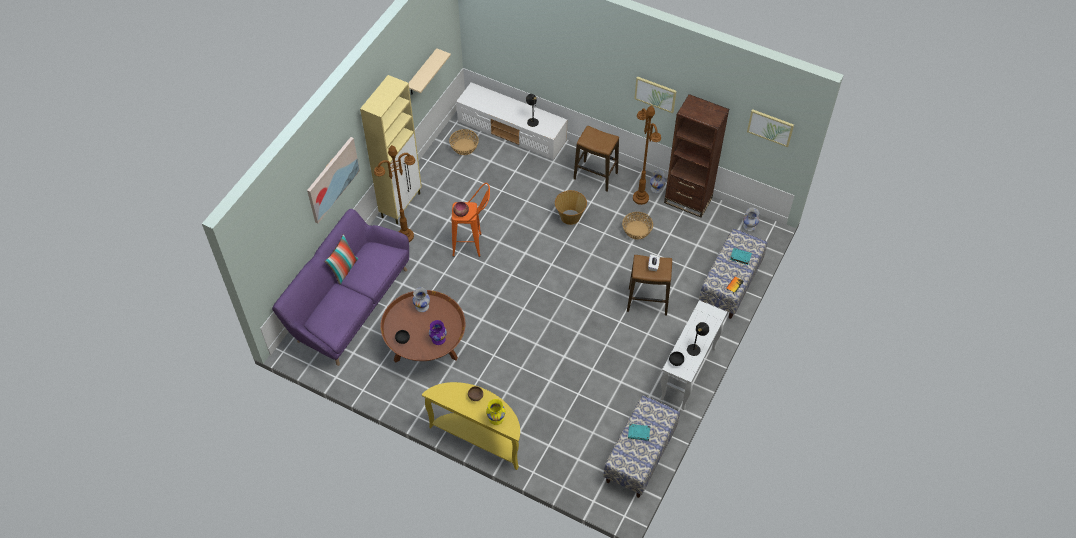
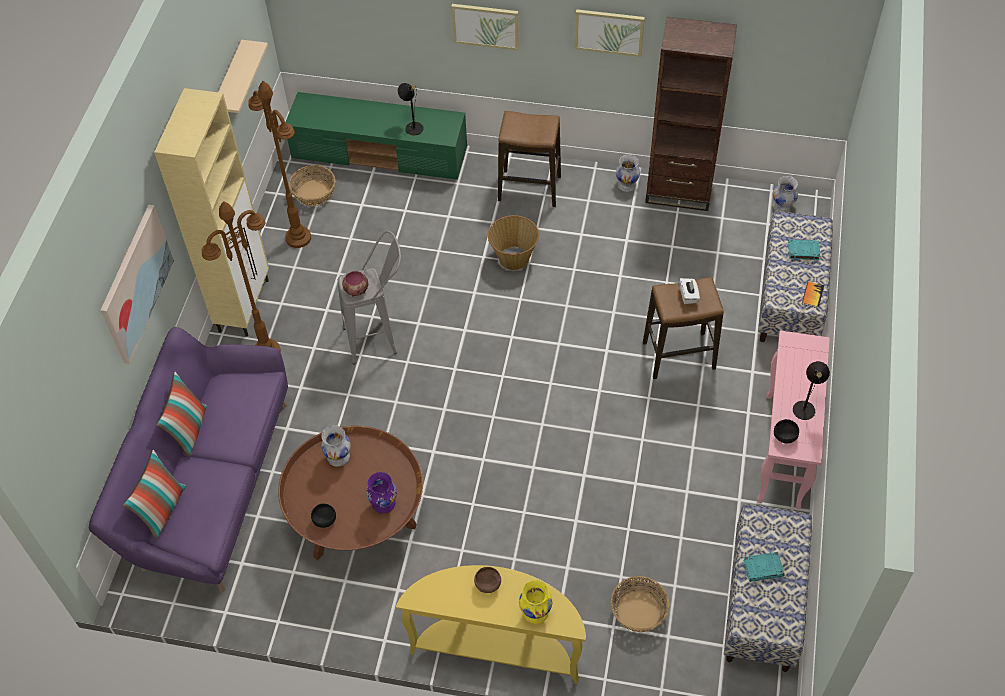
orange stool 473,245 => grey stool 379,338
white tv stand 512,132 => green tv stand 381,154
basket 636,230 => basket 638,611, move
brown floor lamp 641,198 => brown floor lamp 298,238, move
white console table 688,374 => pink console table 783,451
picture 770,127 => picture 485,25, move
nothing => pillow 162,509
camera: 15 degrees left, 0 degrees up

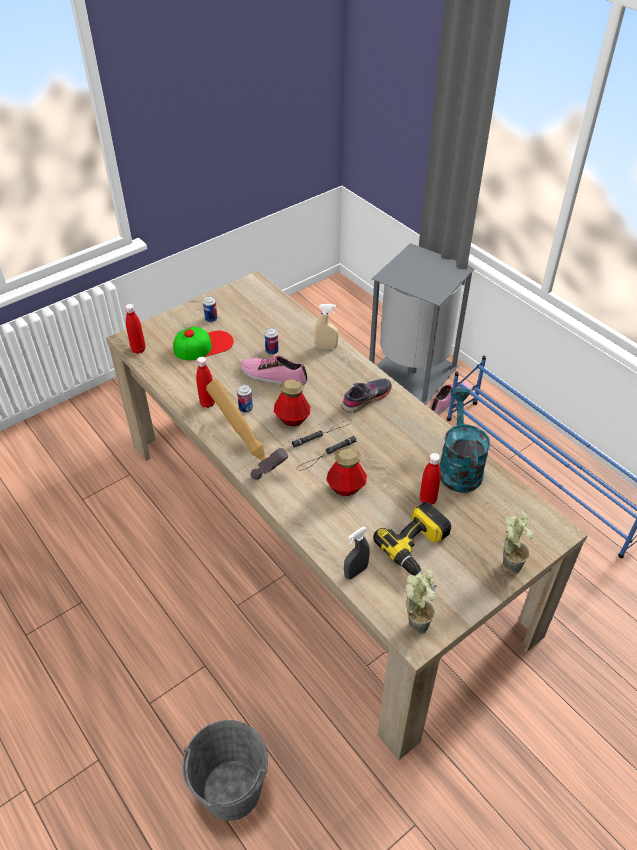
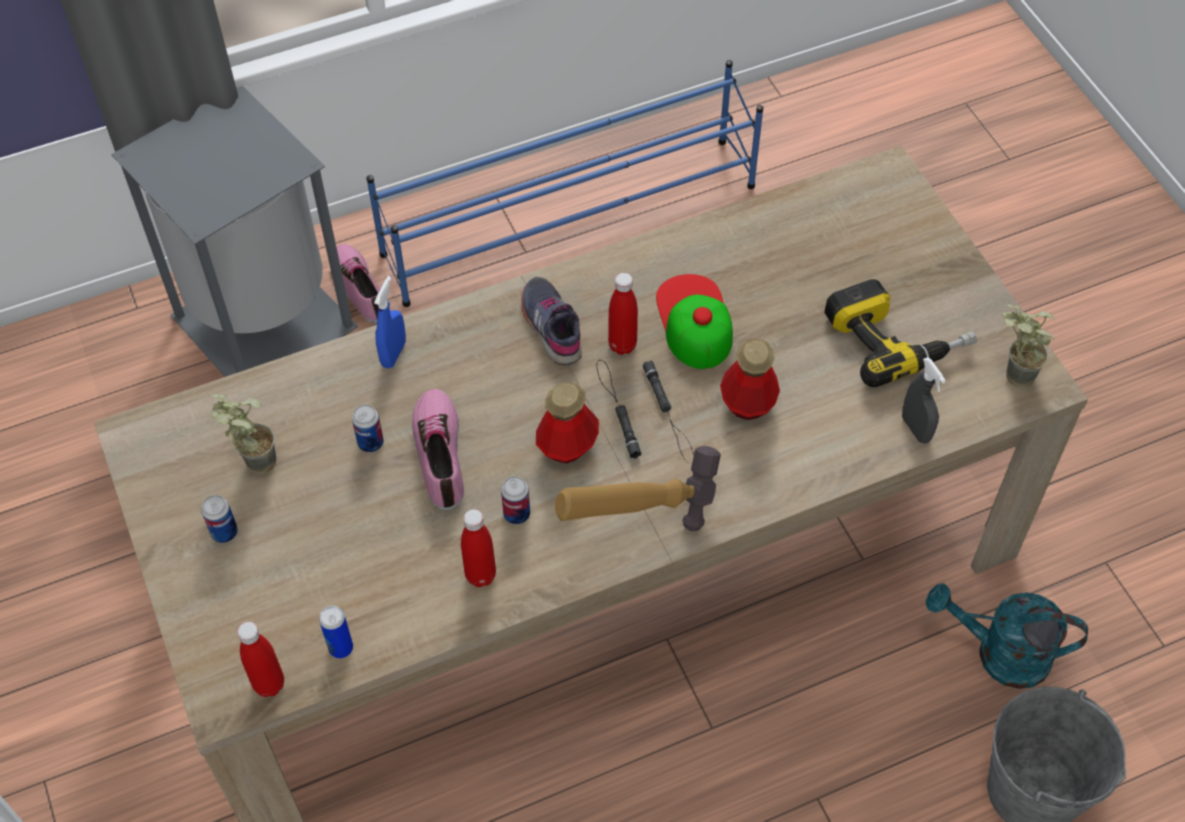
cap 203,345 => cap 694,321, move
shoe 273,375 => shoe 441,453, 135 degrees clockwise
beige spray bottle 326,347 => blue spray bottle 393,354
red bottle 427,500 => red bottle 622,345, move
turquoise watering can 458,466 => turquoise watering can 999,654, move
potted plant 508,562 => potted plant 252,463, move
nothing => can 341,648
camera: 75 degrees left, 10 degrees up

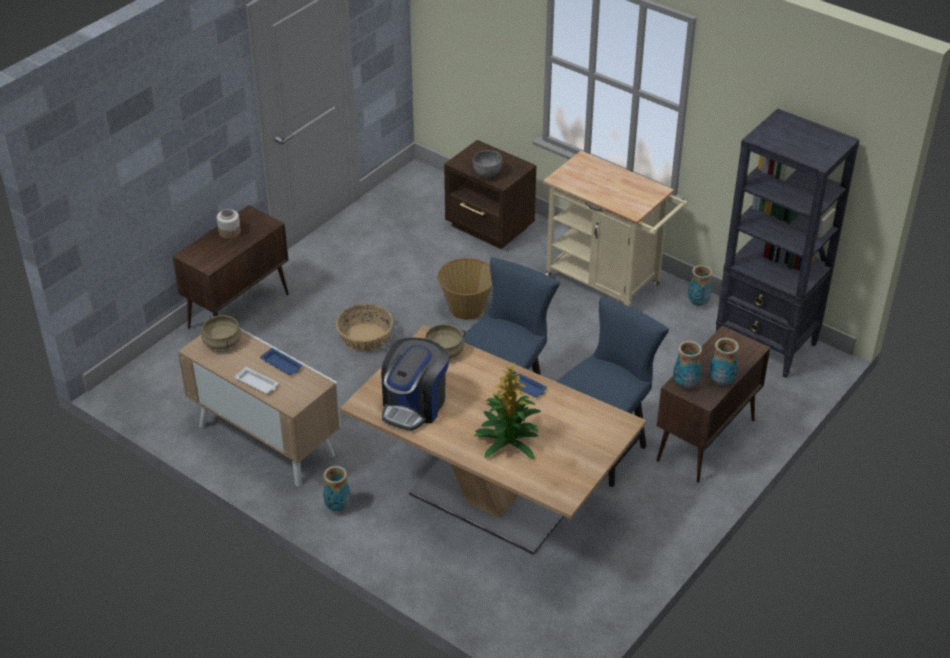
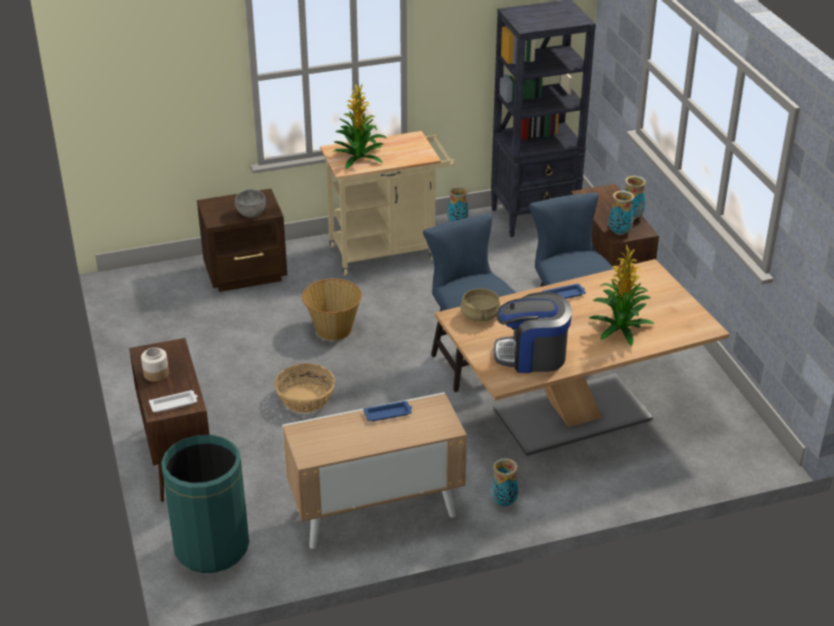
beige cooking pot 222,342 => nothing
white tray 257,383 => white tray 174,404, move
coffee machine 414,405 => coffee machine 532,356, 120 degrees clockwise
nothing => green trash can 211,547
nothing => potted plant 360,157
camera: 55 degrees left, 5 degrees down

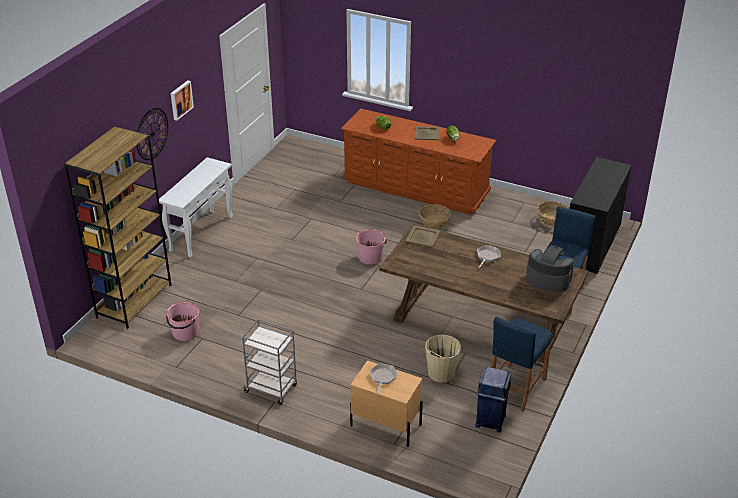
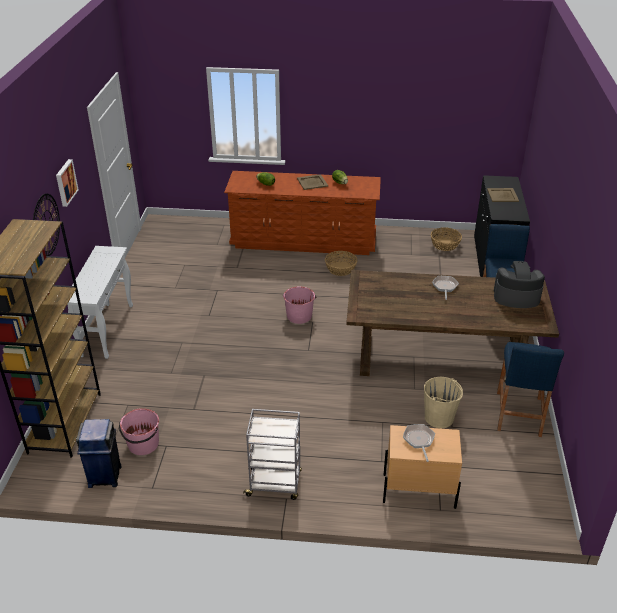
beige tray 422,237 => beige tray 502,195, move
blue trash can 490,420 => blue trash can 105,475, move
camera: 20 degrees left, 0 degrees up

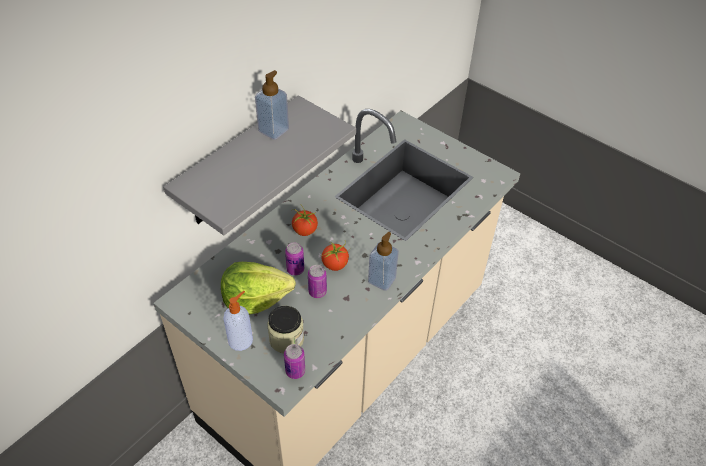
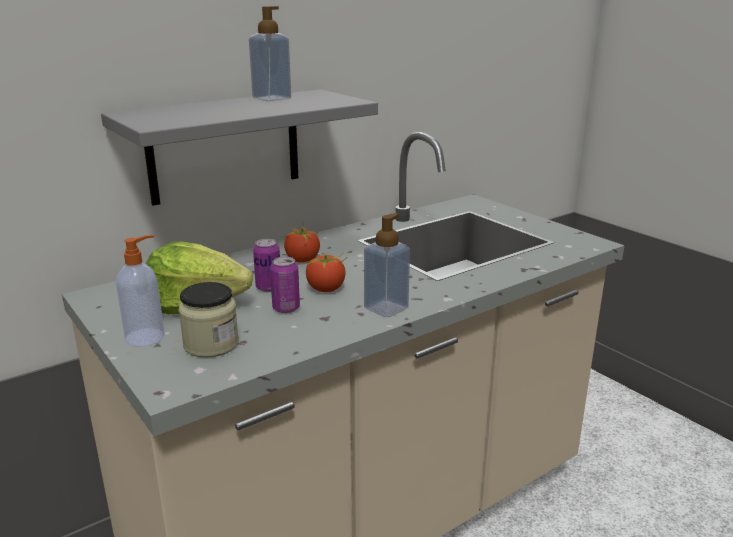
can 295,371 => nothing
camera: 15 degrees right, 25 degrees down

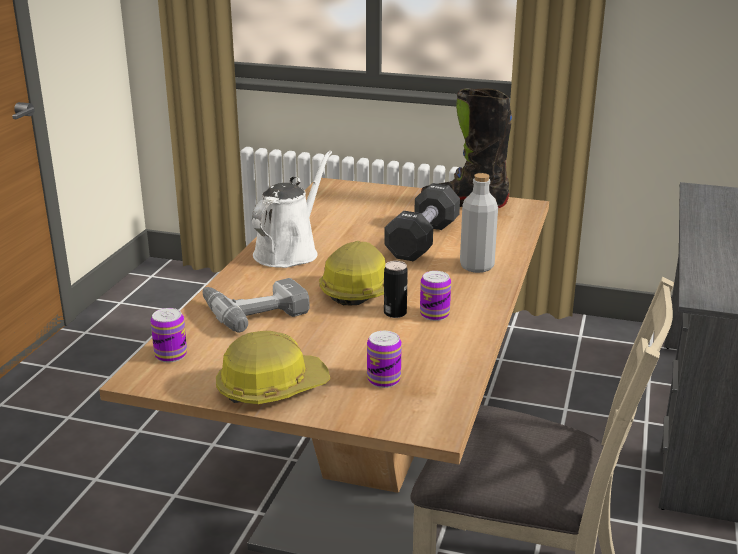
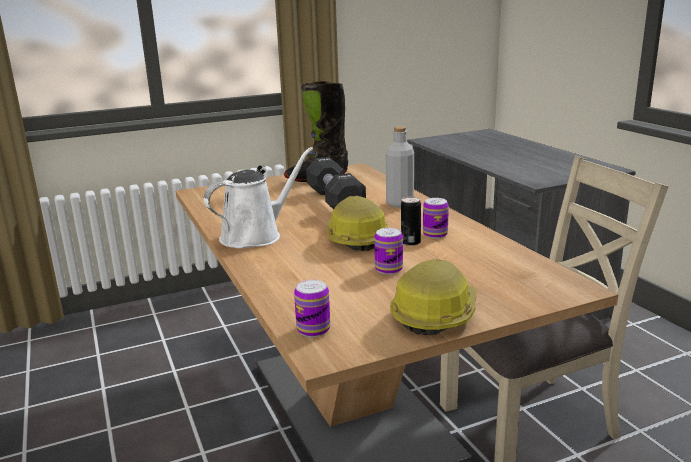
power drill 253,309 => nothing
white watering can 289,252 => white watering can 256,235, 60 degrees clockwise
can 384,380 => can 388,269, move
camera: 40 degrees left, 5 degrees down

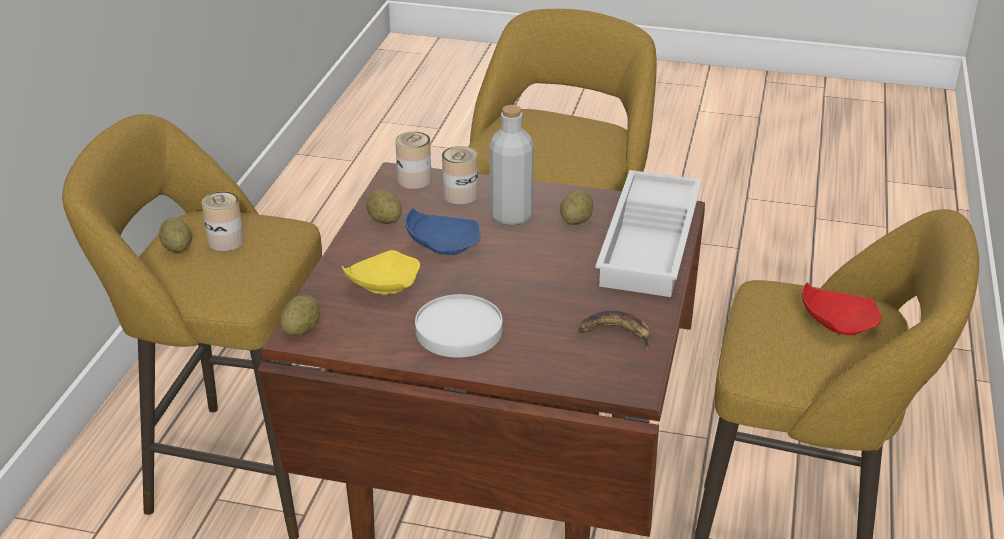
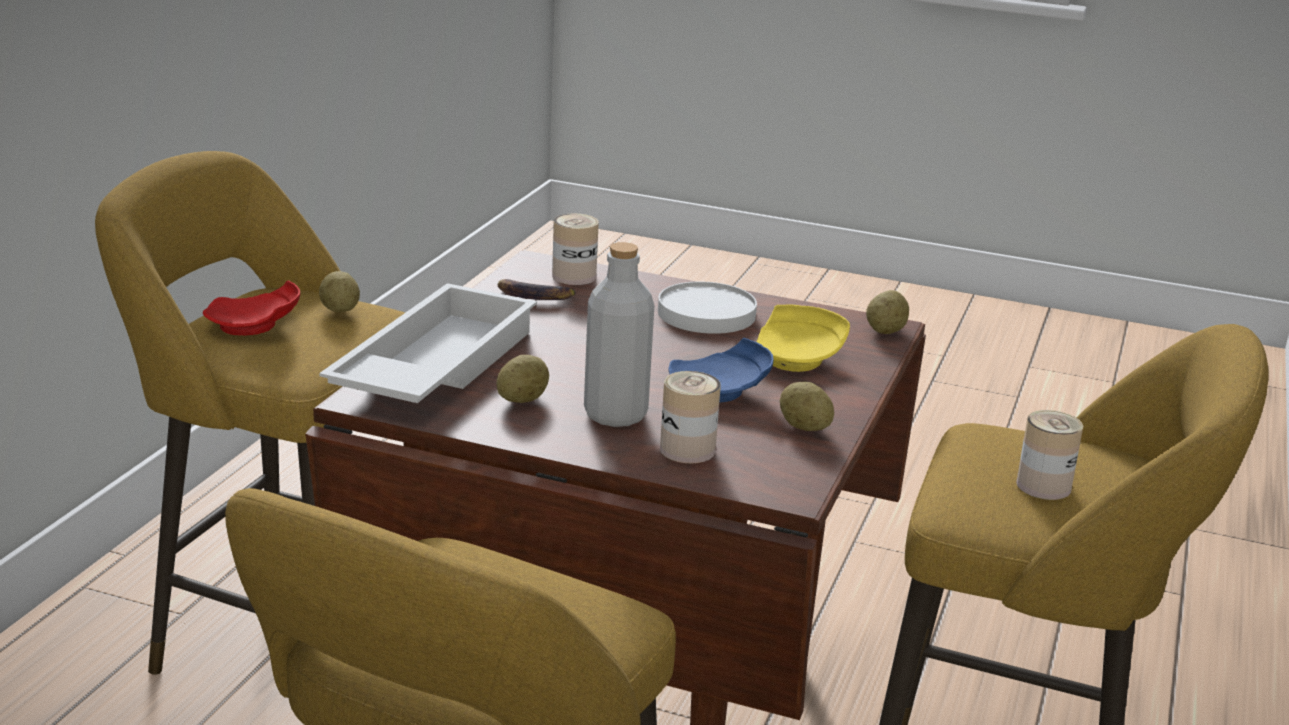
potato 177,248 => potato 340,310, move
can 414,180 => can 574,276, move
camera: 175 degrees left, 10 degrees down

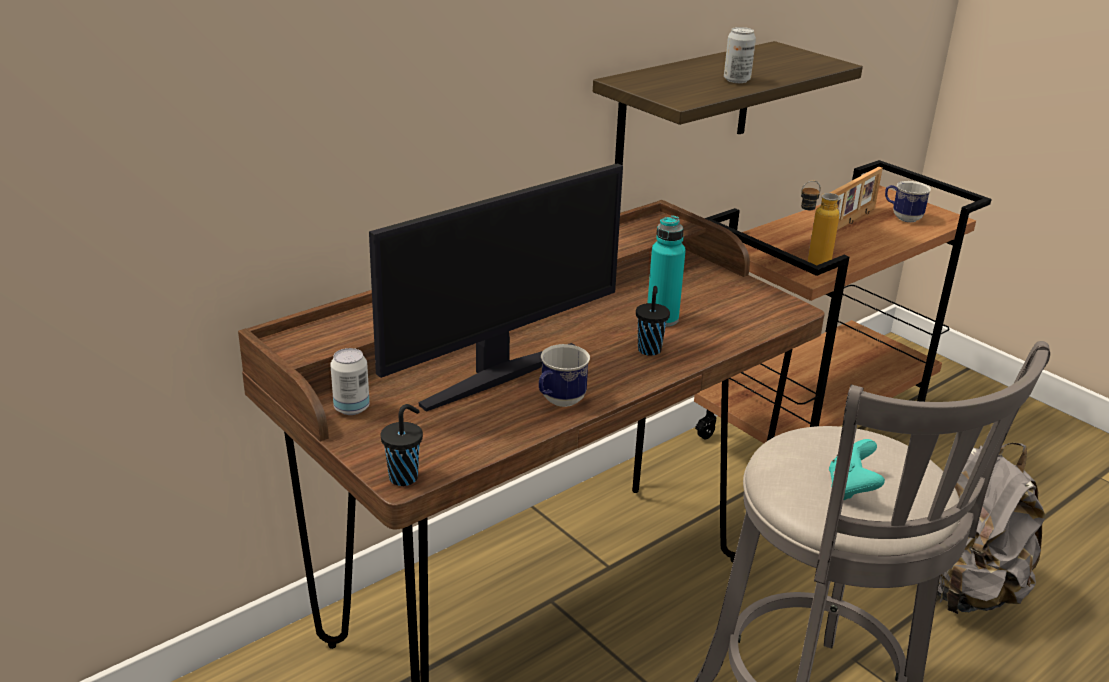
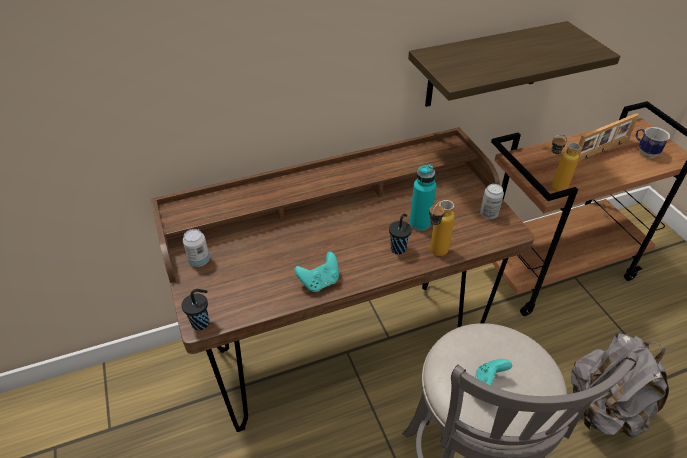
monitor 498,374 => nothing
mug 558,402 => turquoise game controller 319,282
can 736,80 => can 488,214, move
nothing => bottle 434,254
camera: 20 degrees right, 15 degrees up

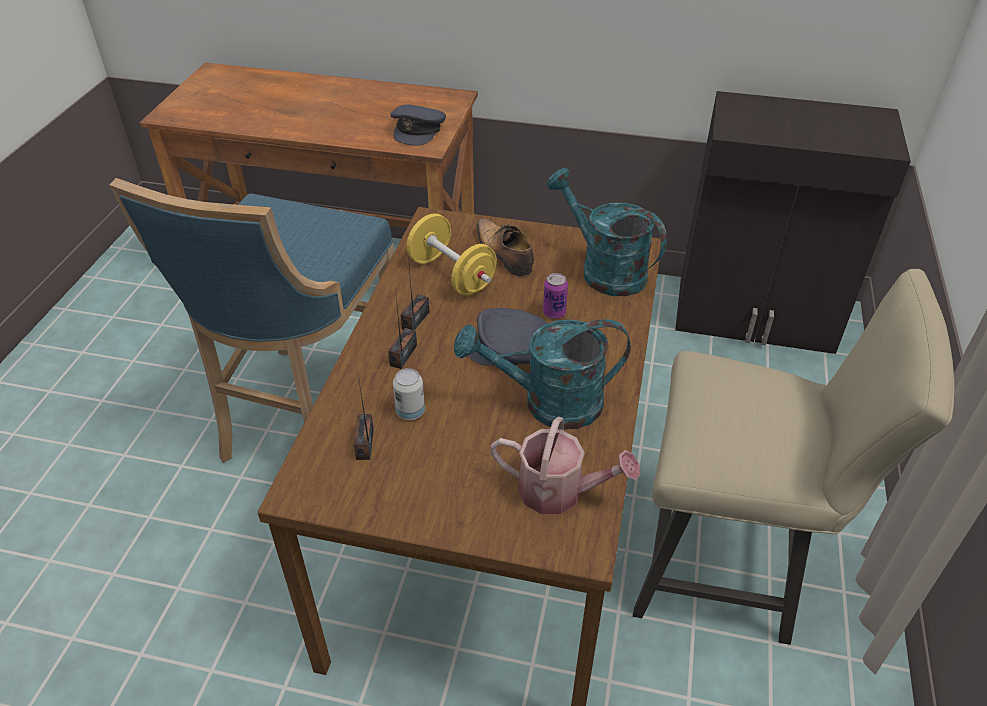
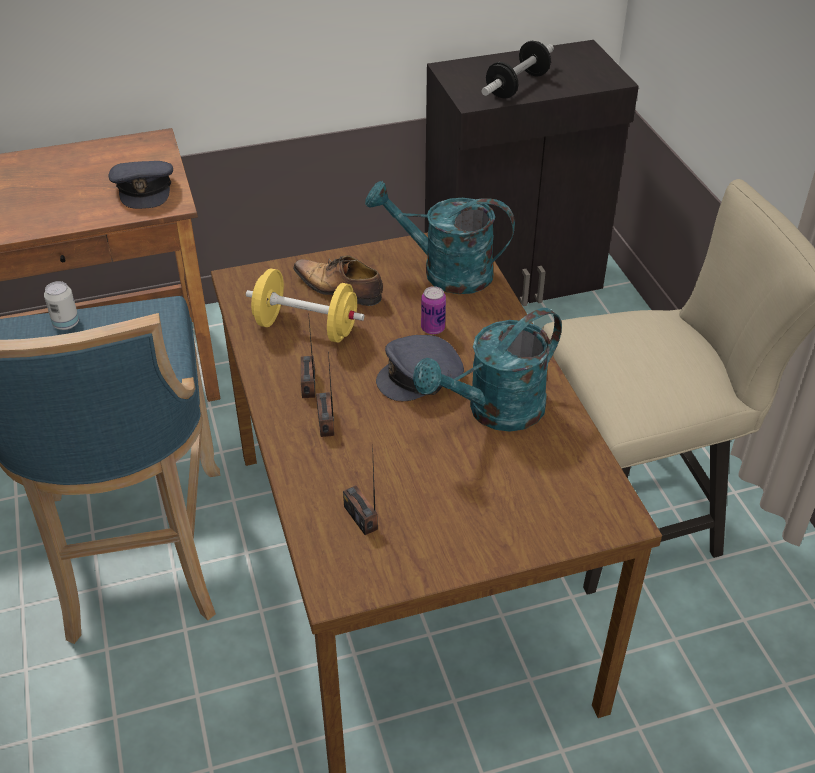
can 410,412 => can 66,324, move
watering can 559,491 => nothing
nothing => dumbbell 517,86
camera: 30 degrees left, 0 degrees up

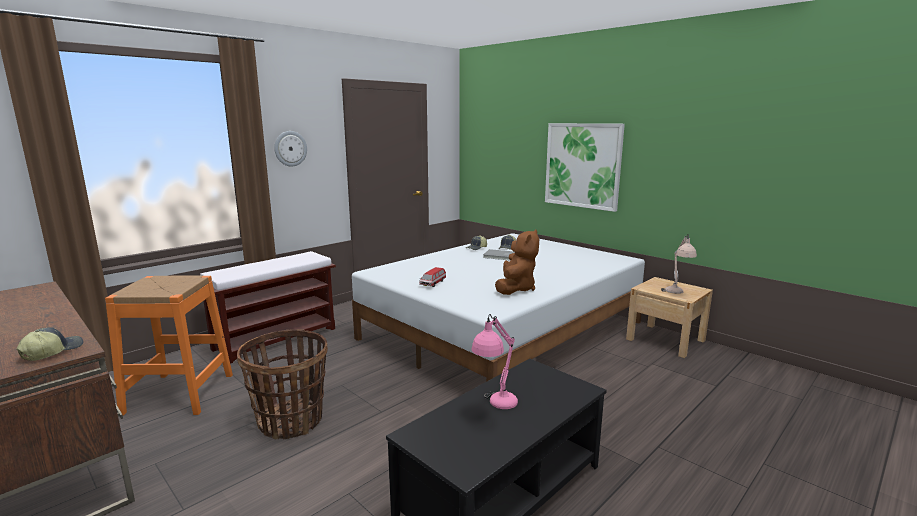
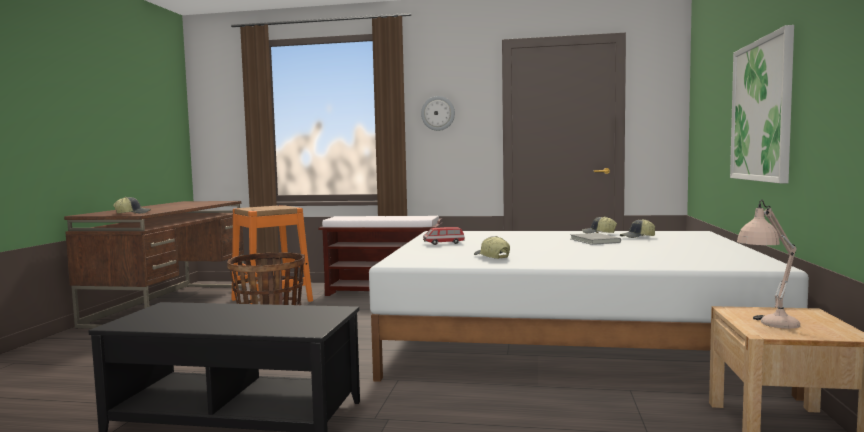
pink table lamp 495,408 => nothing
brown plush toy 515,289 => cap 491,257
camera: 55 degrees right, 10 degrees down

